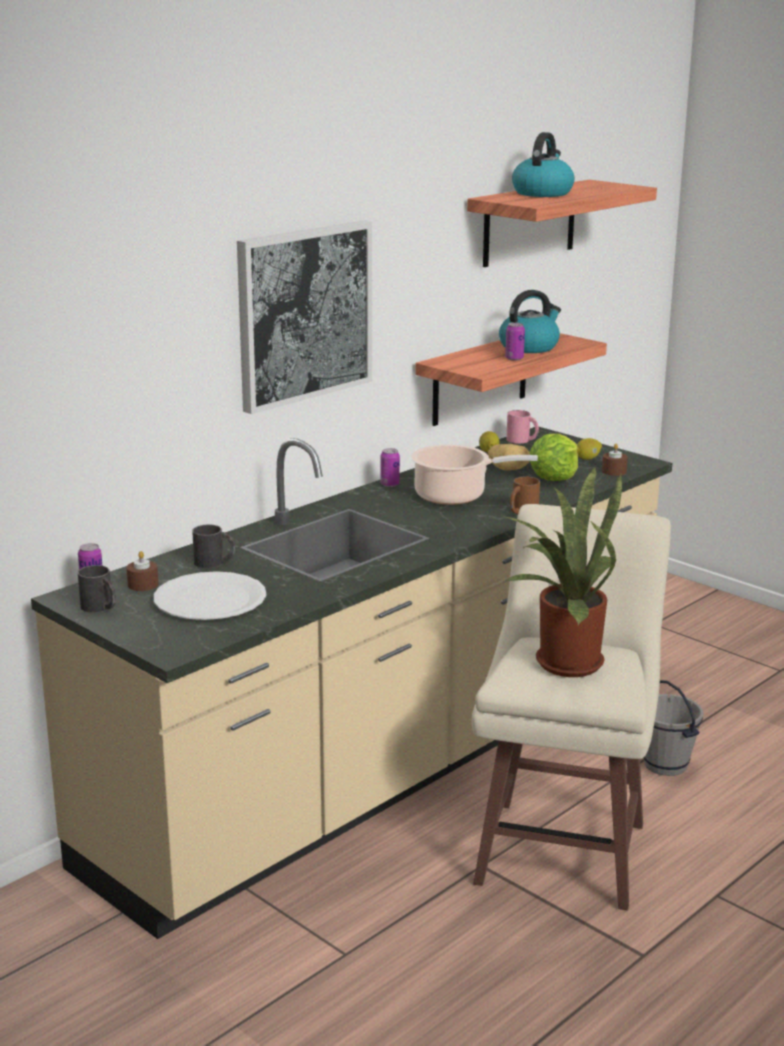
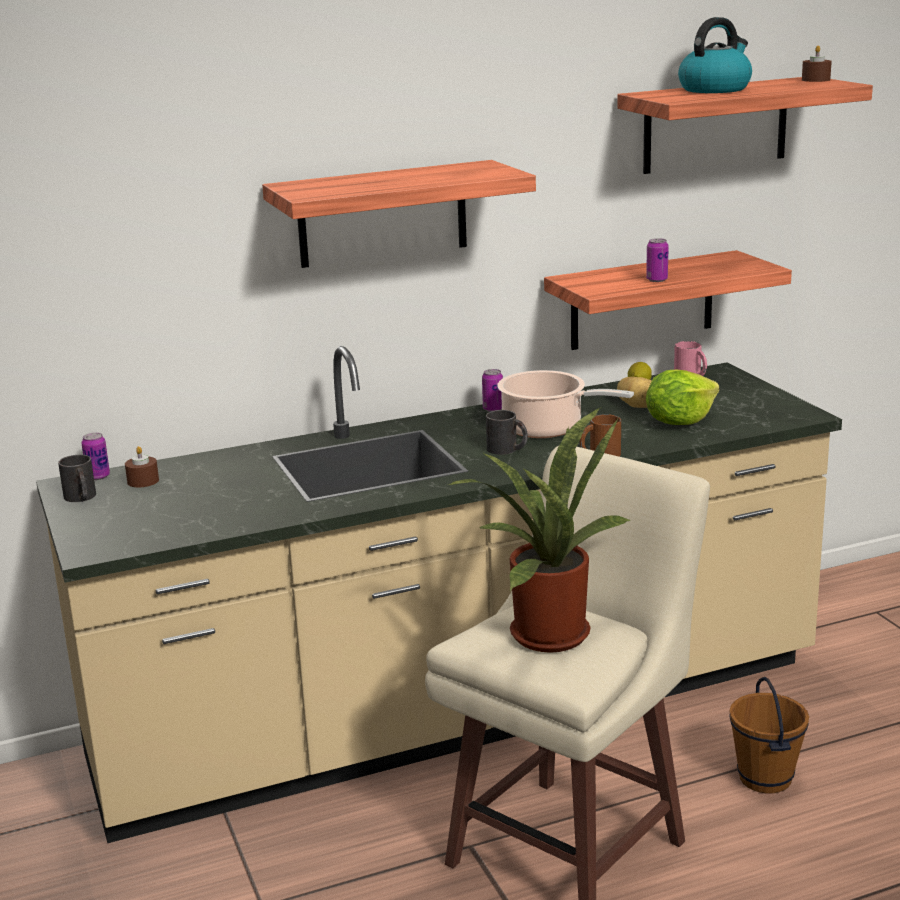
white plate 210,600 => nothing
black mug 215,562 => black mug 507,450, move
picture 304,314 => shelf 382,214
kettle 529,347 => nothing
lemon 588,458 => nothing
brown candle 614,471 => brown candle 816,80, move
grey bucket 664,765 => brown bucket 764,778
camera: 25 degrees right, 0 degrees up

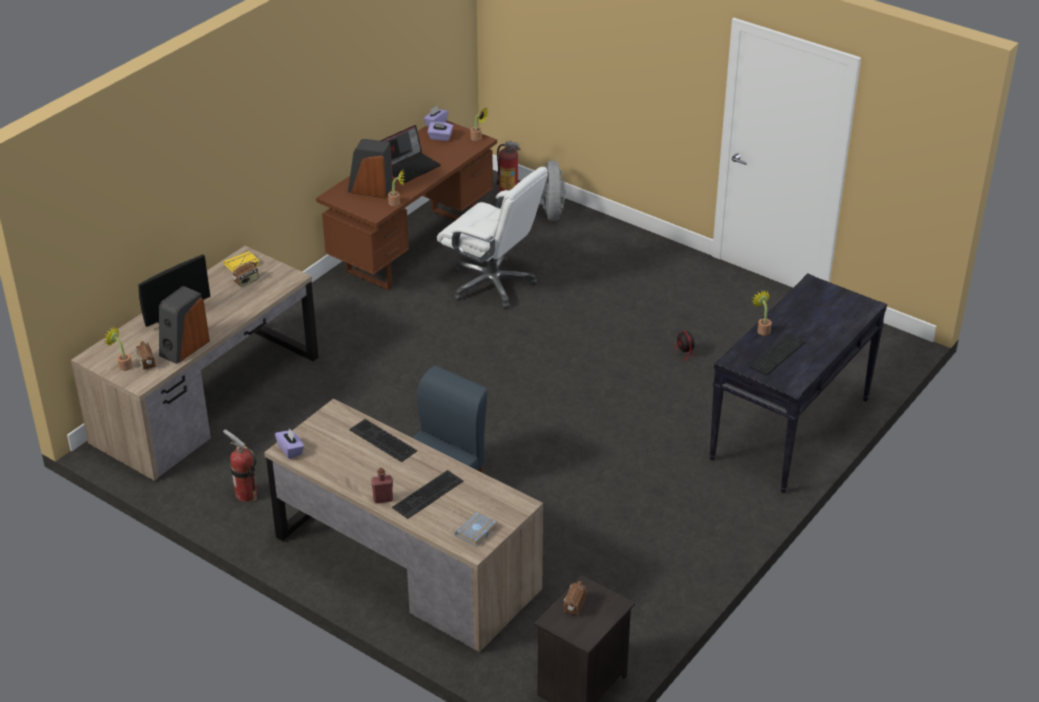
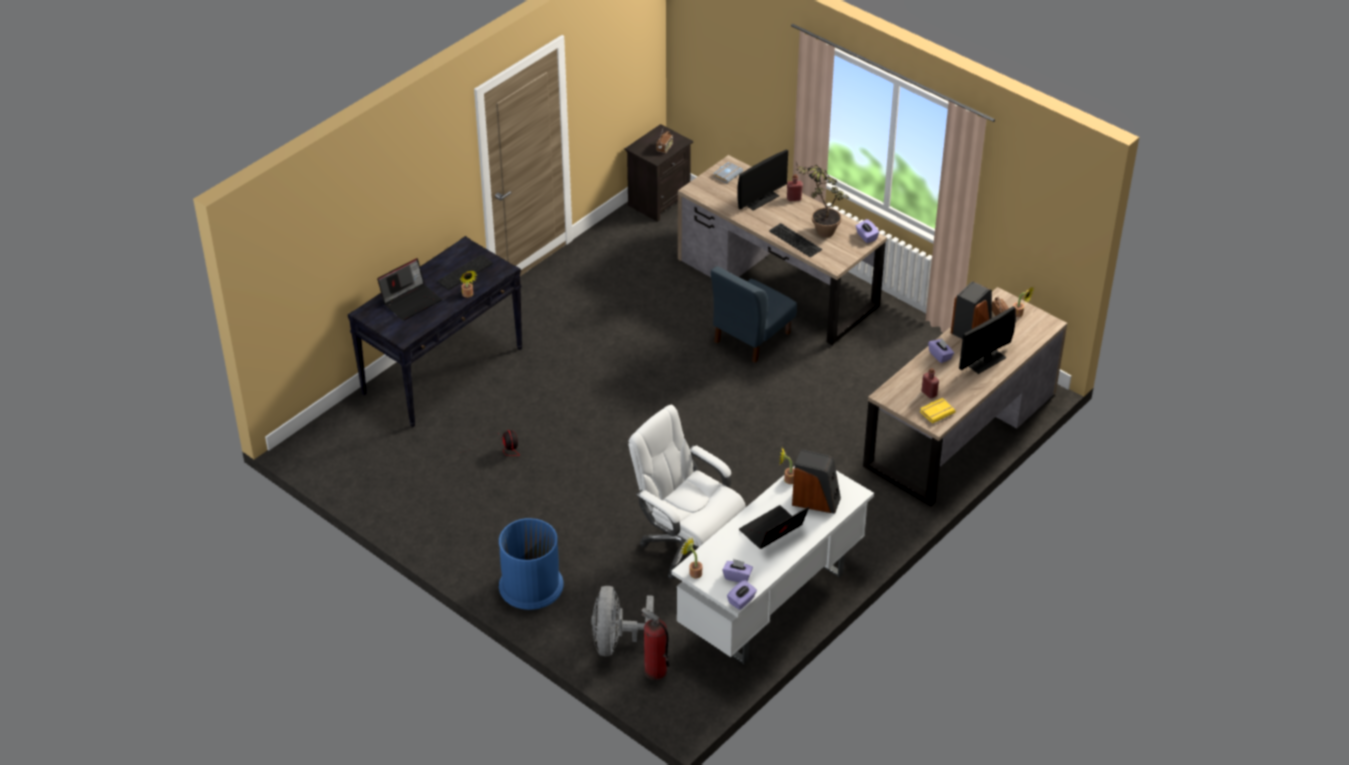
fire extinguisher 246,494 => nothing
radio 246,281 => red bottle 929,393
brown desk 412,248 => white desk 771,604
keyboard 428,495 => monitor 760,199
nothing => laptop 411,300
nothing => blue trash can 531,585
nothing => potted plant 819,229
nothing => purple tissue box 940,356
camera: 175 degrees left, 5 degrees up

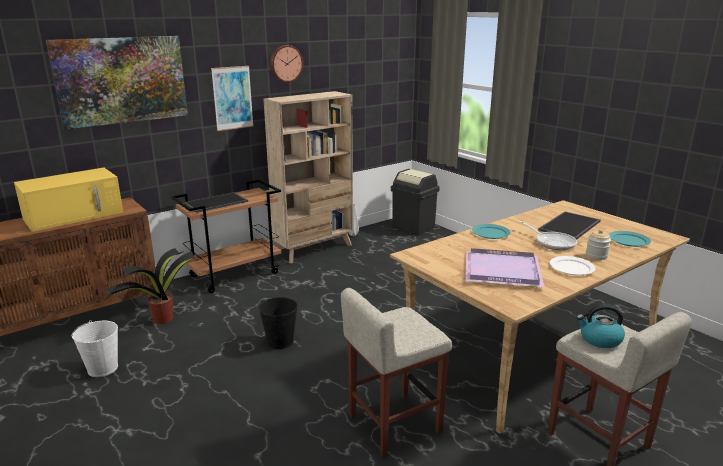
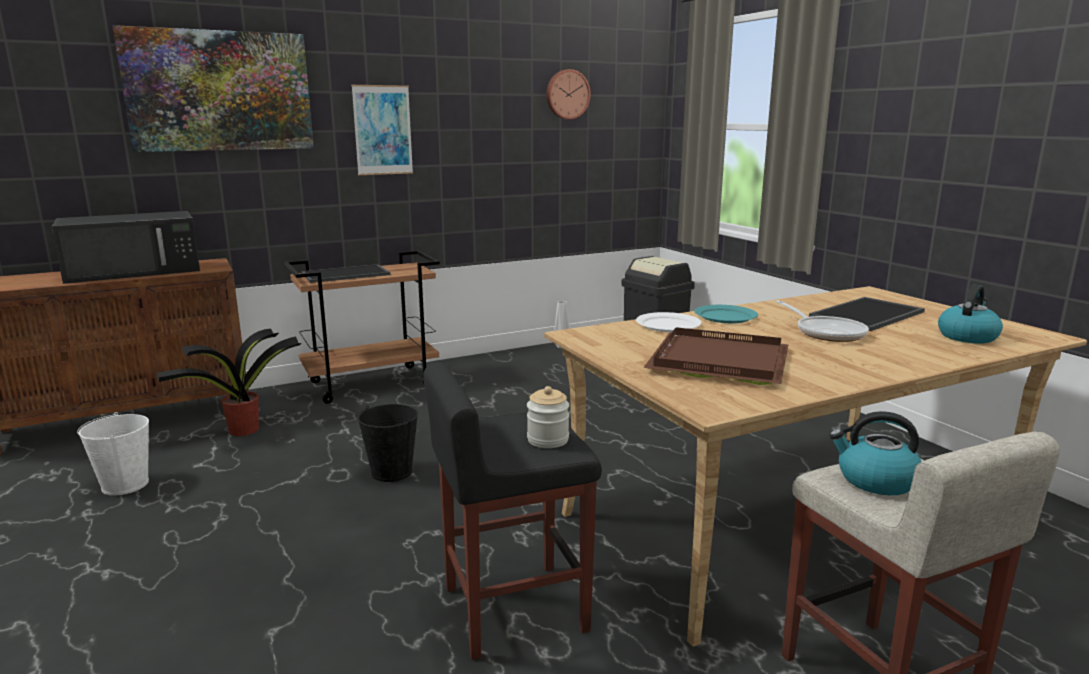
yellow microwave 75,215 => black microwave 136,271
beige bookcase 314,249 => nothing
wall clock 286,63 => wall clock 567,94, move
beige stool 393,424 => black stool 512,609
purple tray 500,270 => brown tray 716,360
white plate 571,267 => white plate 667,325, move
jar 596,256 => jar 548,440, move
turquoise plate 628,240 => kettle 967,336
camera: 10 degrees right, 5 degrees down

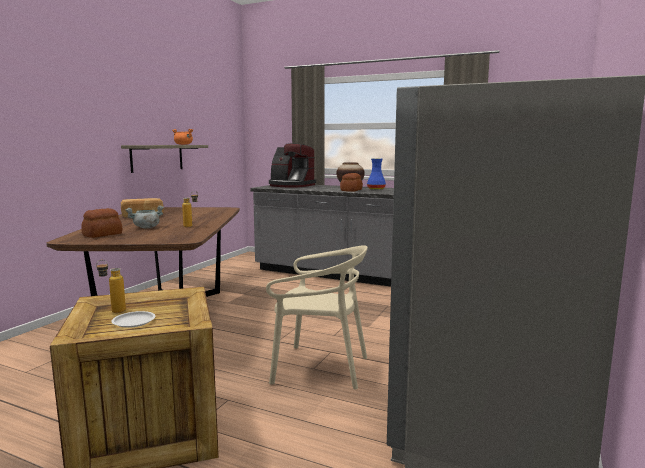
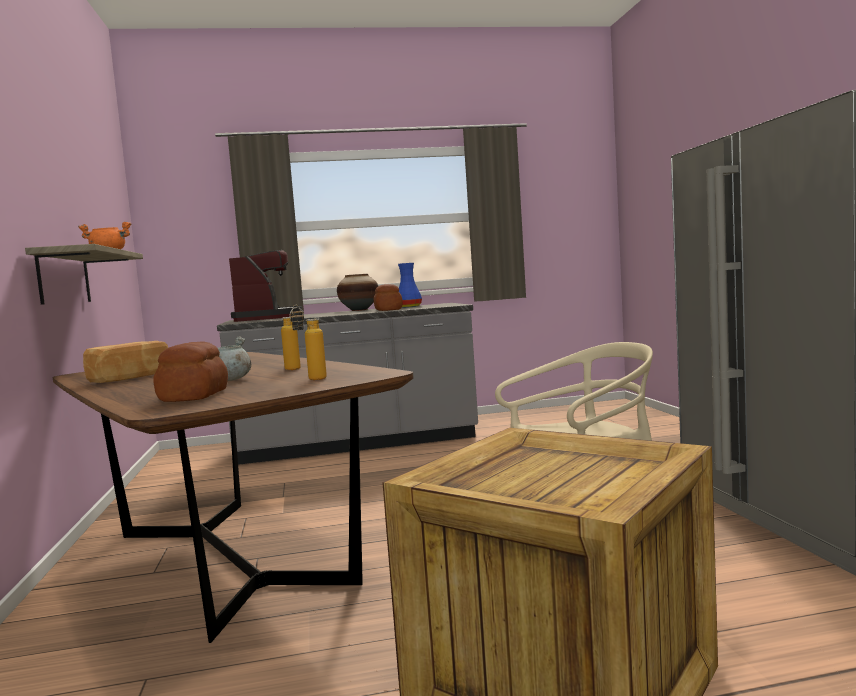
bottle 113,311 => bottle 311,380, move
white plate 134,322 => nothing
coffee machine 291,185 => coffee machine 266,318, 90 degrees counterclockwise
camera: 35 degrees left, 5 degrees down

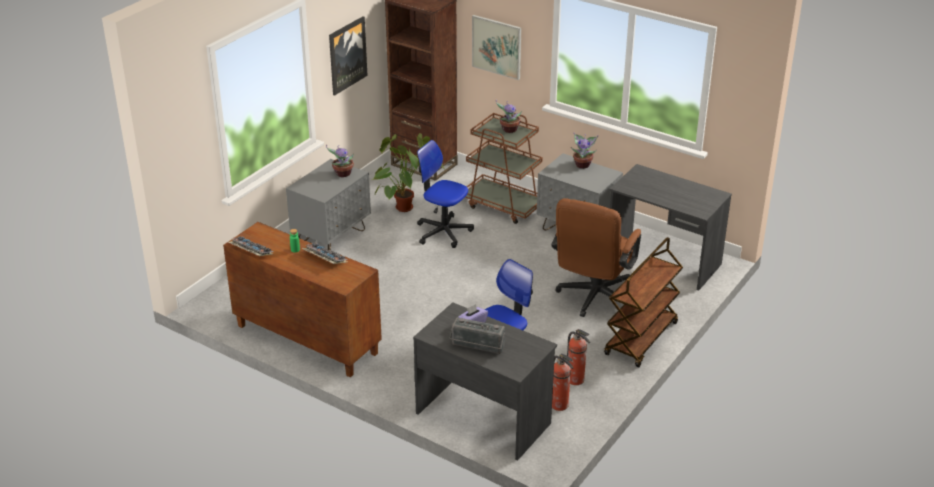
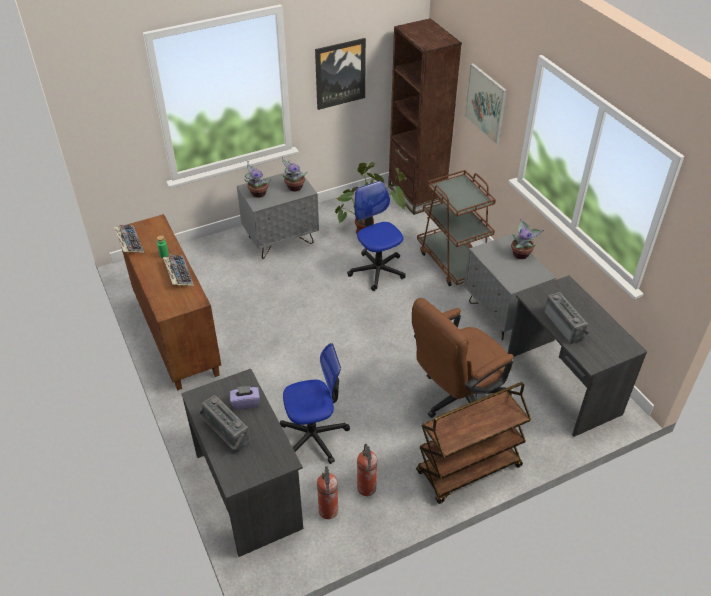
potted plant 508,130 => potted plant 257,193, move
nothing => radio 565,325
camera: 30 degrees right, 10 degrees up

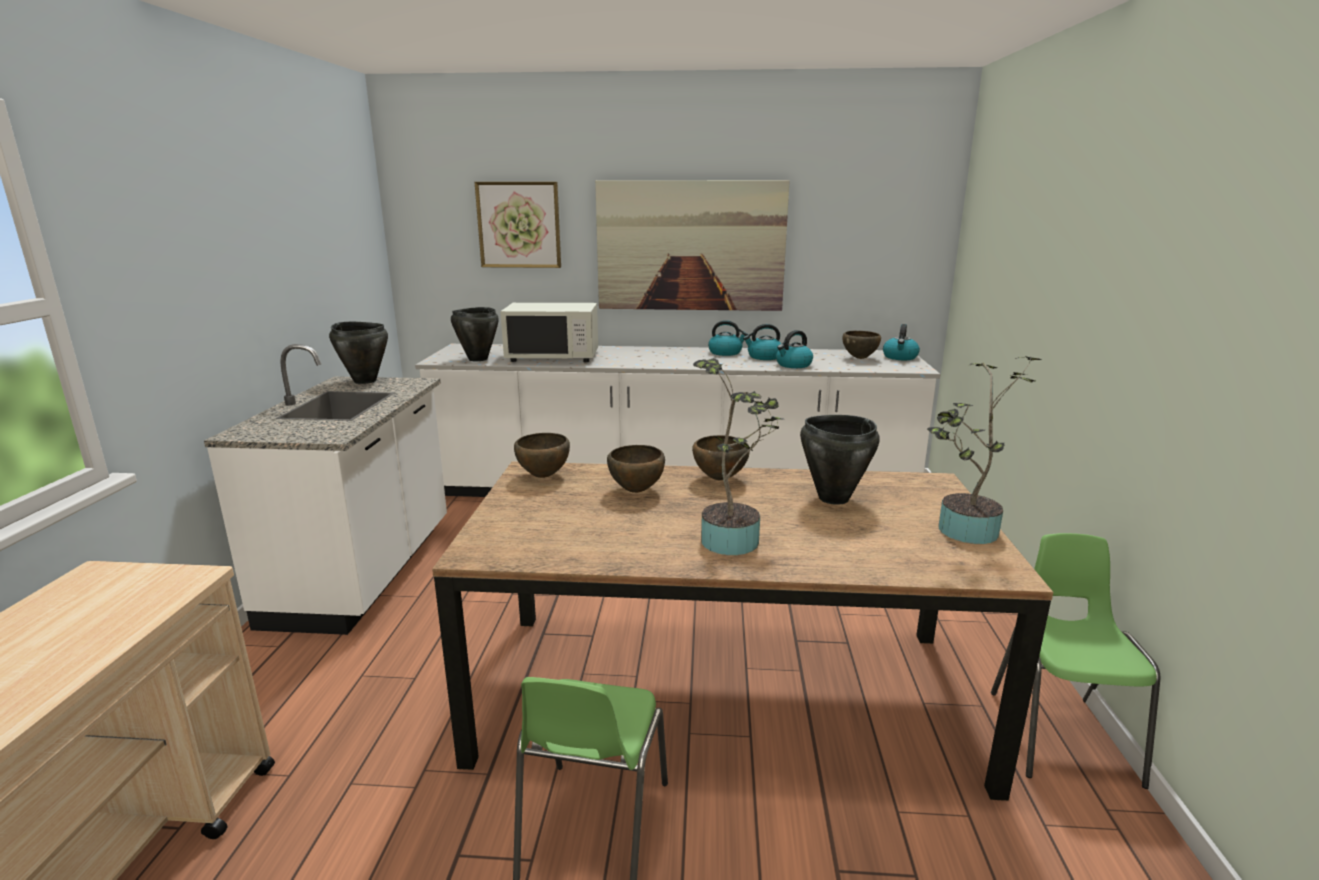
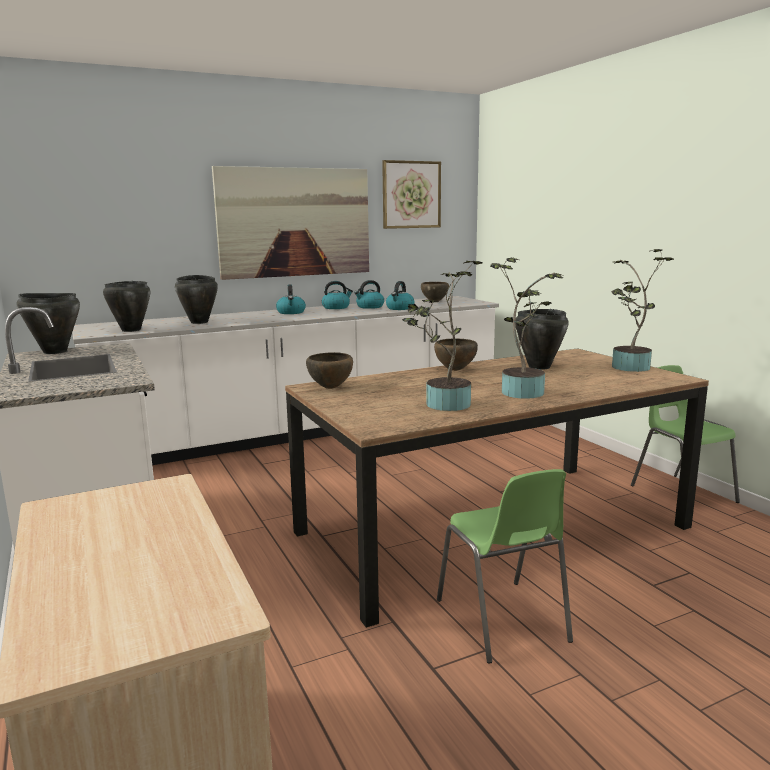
picture 519,225 => picture 411,194, move
white microwave 553,356 => black cooking pot 199,322
brown bowl 637,491 => nothing
kettle 900,357 => kettle 291,312, move
nothing => potted plant 444,405
camera: 30 degrees left, 5 degrees down

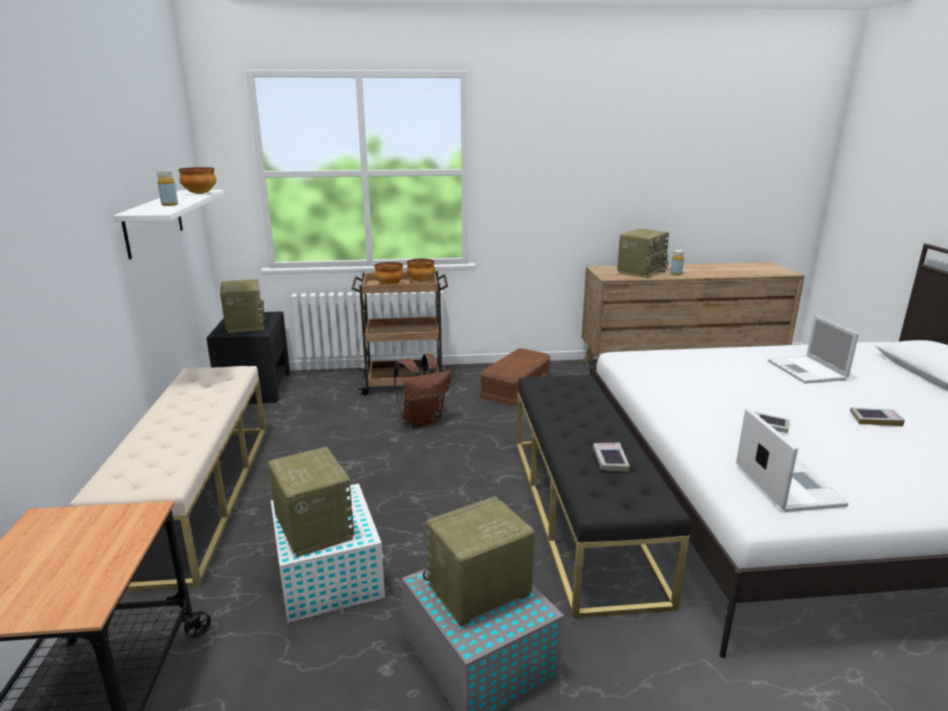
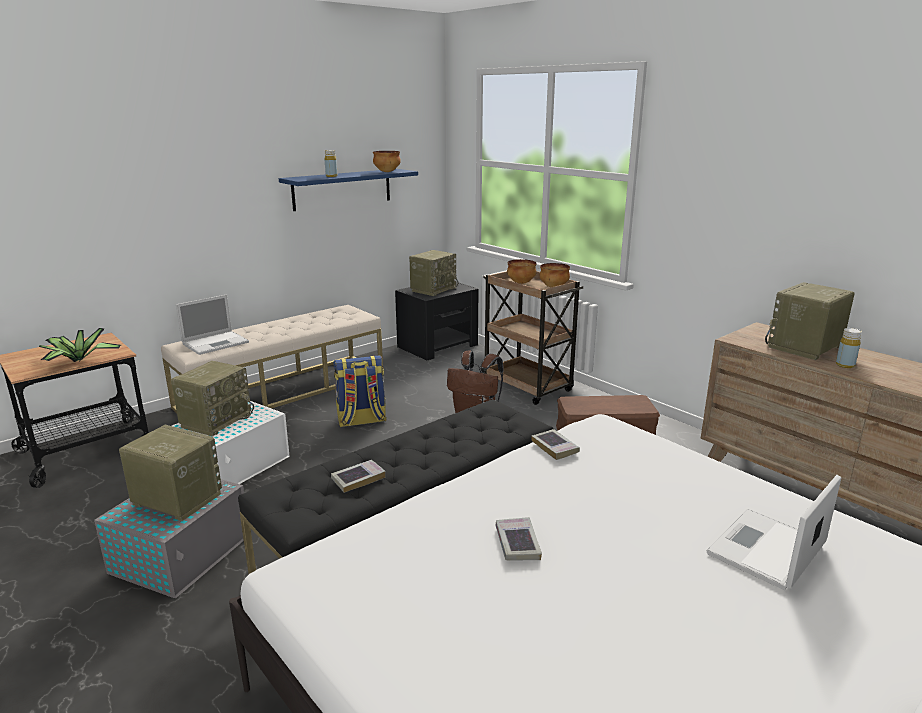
white shelf 154,222 => blue shelf 342,189
radio 641,271 => radio 804,347, 135 degrees clockwise
laptop 786,484 => laptop 216,343, move
book 875,419 => book 555,447, move
nothing => potted plant 78,361
nothing => backpack 361,421
camera: 55 degrees right, 0 degrees up

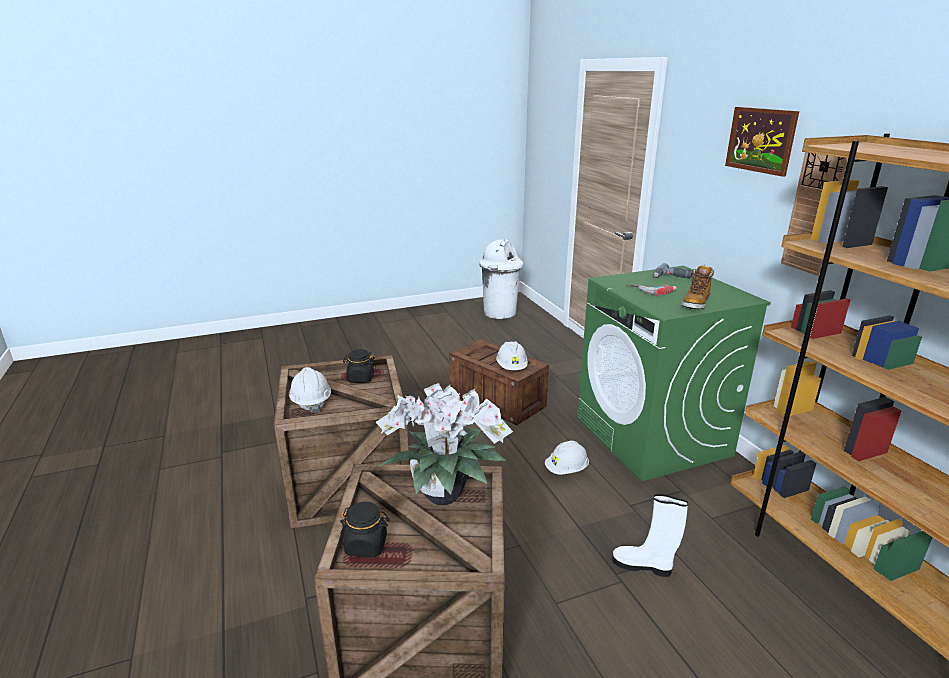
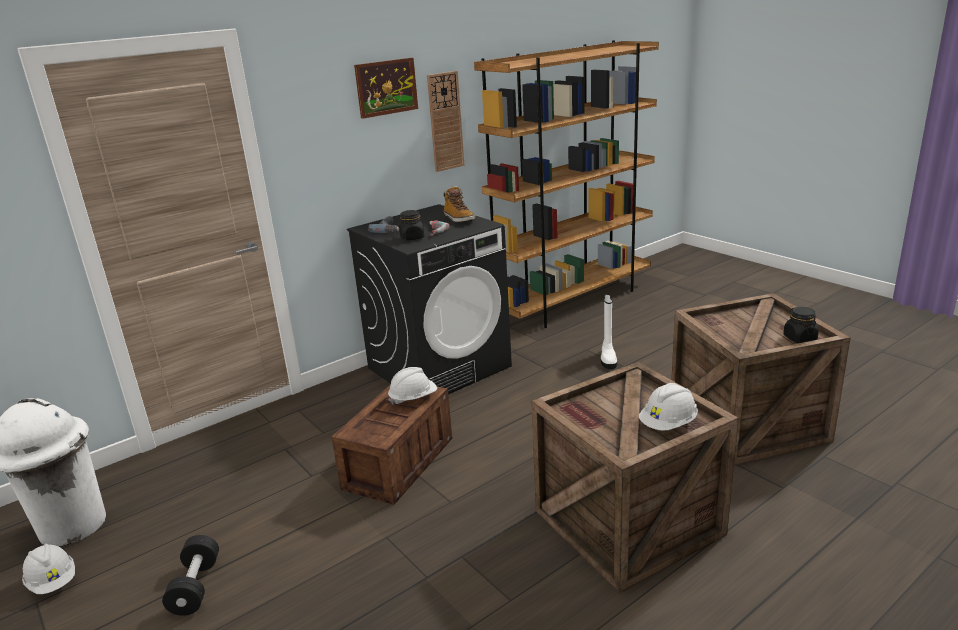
black jar 360,378 => black jar 412,237, move
potted plant 446,498 => nothing
white hard hat 566,470 => white hard hat 53,582, move
green washing machine 652,437 => black washing machine 439,367
boot 695,303 => boot 458,219, 45 degrees clockwise
nothing => black dumbbell 196,587
camera: 105 degrees left, 0 degrees up

